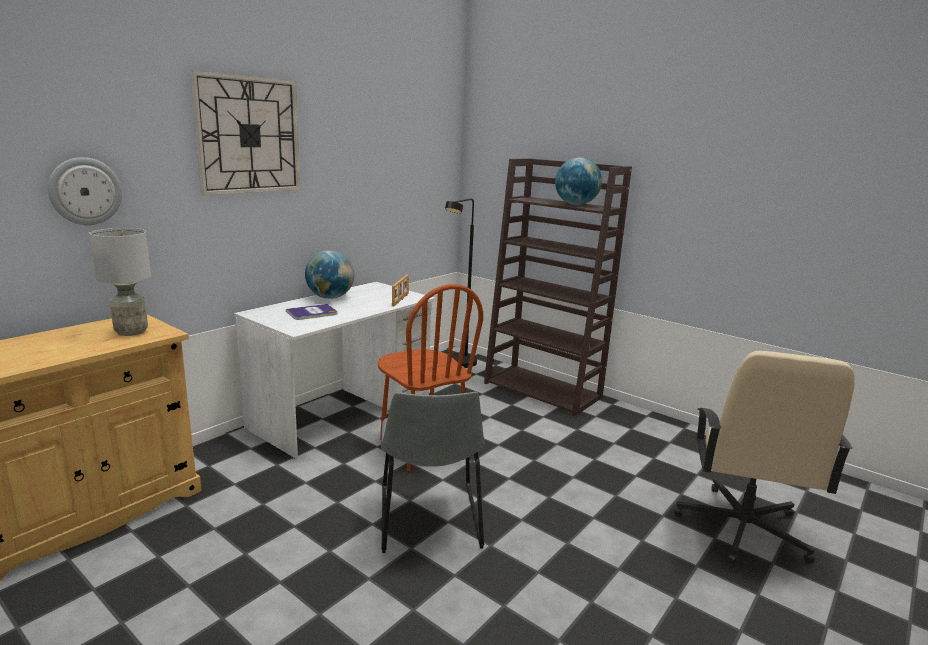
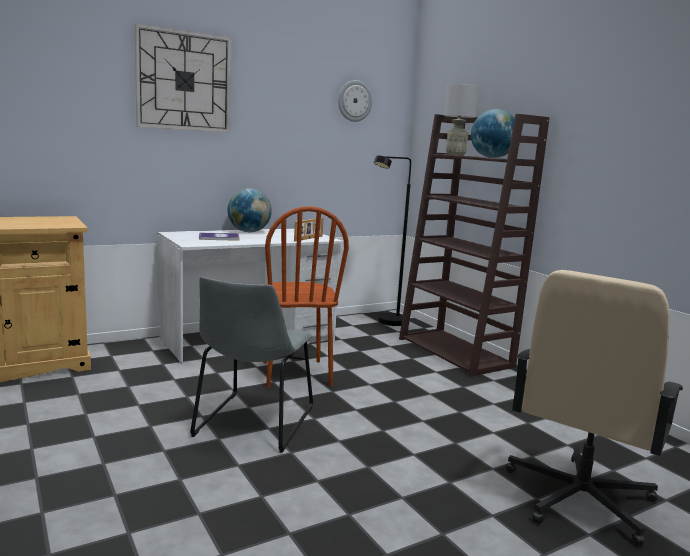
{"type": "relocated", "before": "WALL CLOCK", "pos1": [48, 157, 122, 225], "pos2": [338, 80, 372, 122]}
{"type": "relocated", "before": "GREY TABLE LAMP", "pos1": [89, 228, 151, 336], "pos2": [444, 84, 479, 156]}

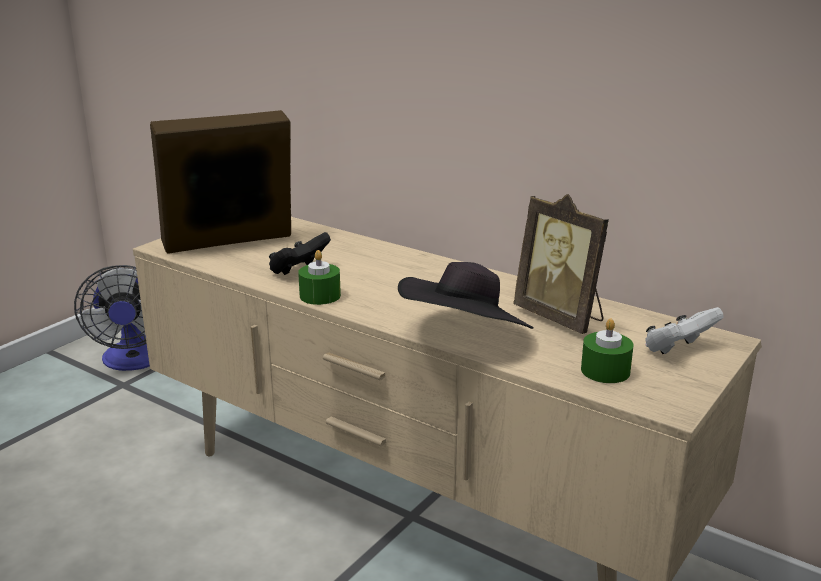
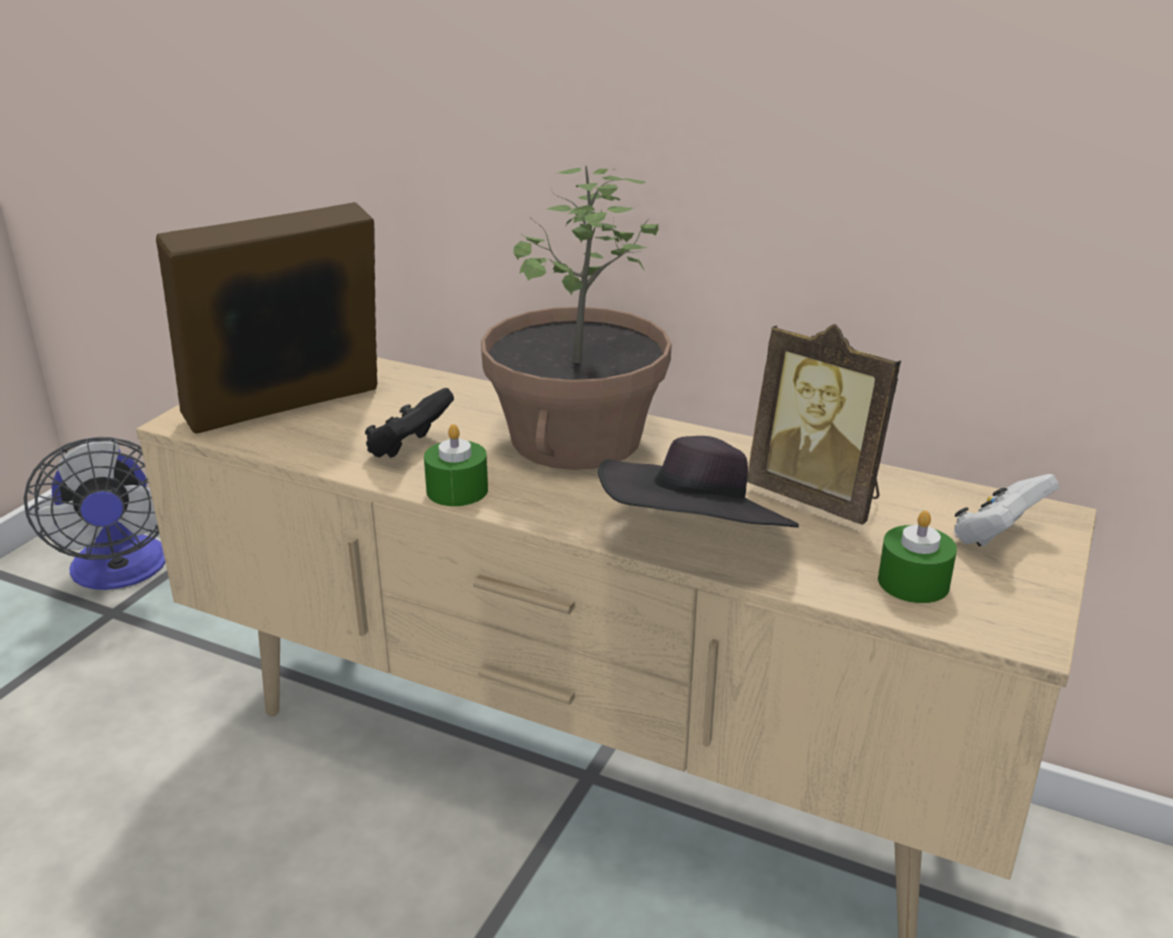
{"type": "appeared", "after": "POTTED PLANT", "pos2": [481, 166, 671, 470]}

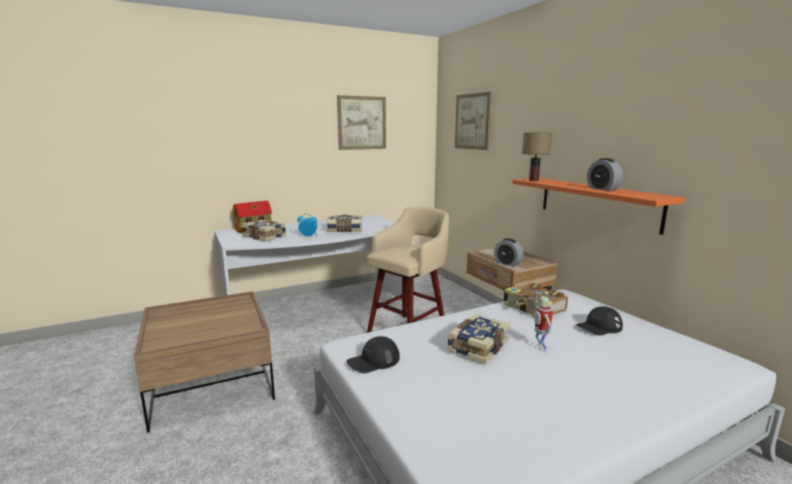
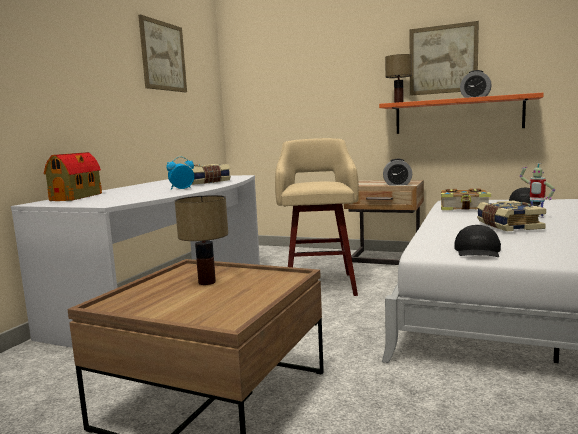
{"type": "missing", "before": "BOOK", "pos1": [241, 220, 287, 241]}
{"type": "appeared", "after": "TABLE LAMP", "pos2": [175, 195, 228, 285]}
{"type": "relocated", "before": "PICTURE", "pos1": [455, 92, 492, 150], "pos2": [410, 21, 479, 96]}

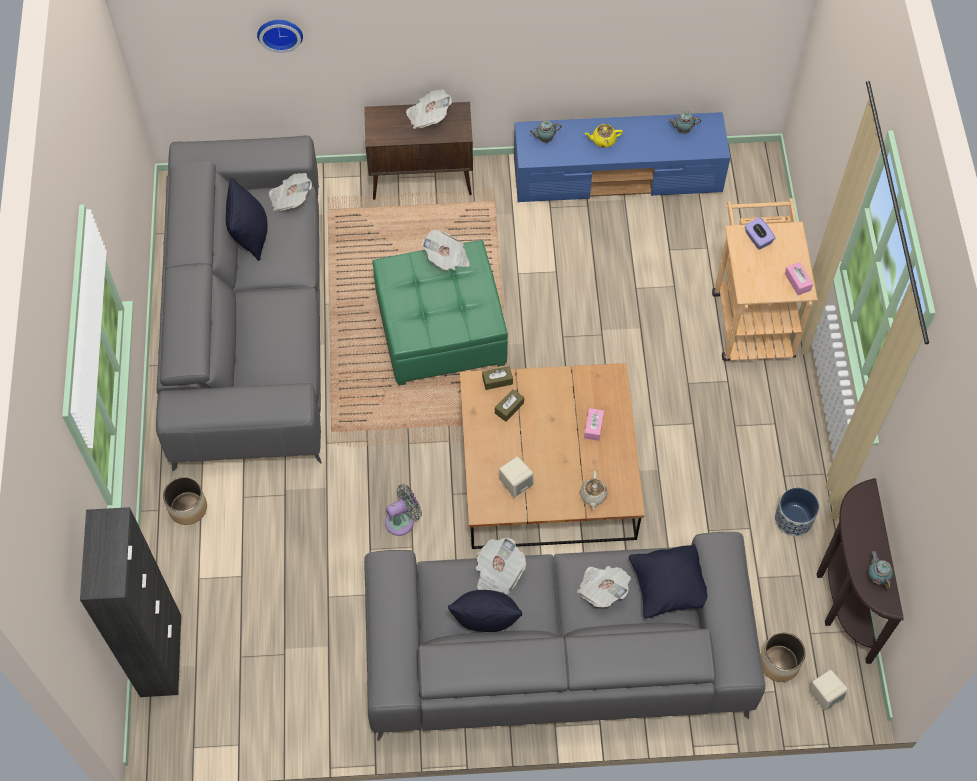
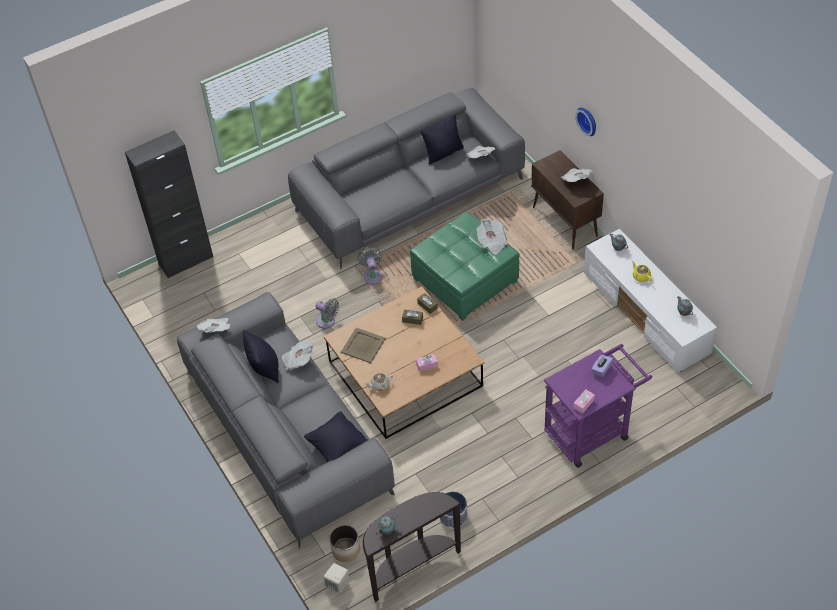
{"type": "missing", "before": "PLANTER", "pos1": [163, 477, 207, 525]}
{"type": "appeared", "after": "GREY FAN", "pos2": [358, 247, 382, 284]}
{"type": "relocated", "before": "WALL CLOCK", "pos1": [257, 20, 303, 53], "pos2": [575, 108, 596, 136]}
{"type": "relocated", "before": "NEWSPAPER", "pos1": [577, 566, 631, 607], "pos2": [197, 318, 230, 332]}
{"type": "exchanged", "before": "BEIGE SPEAKER", "after": "BEIGE TRAY", "pos1": [499, 456, 534, 497], "pos2": [341, 328, 386, 363]}
{"type": "colour", "before": "BLUE TV STAND", "after": "WHITE TV STAND", "pos1": [514, 112, 730, 202], "pos2": [584, 229, 717, 373]}
{"type": "colour", "before": "BEIGE CART", "after": "PURPLE CART", "pos1": [712, 198, 818, 361], "pos2": [544, 344, 652, 468]}

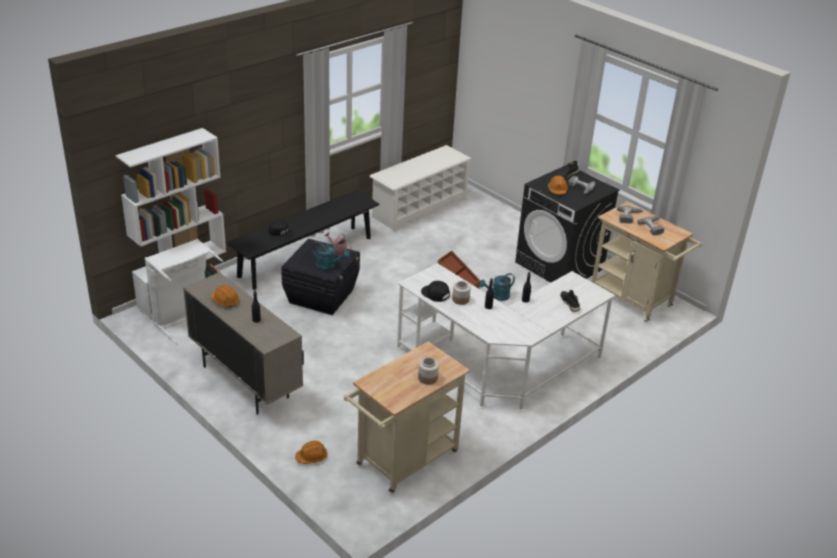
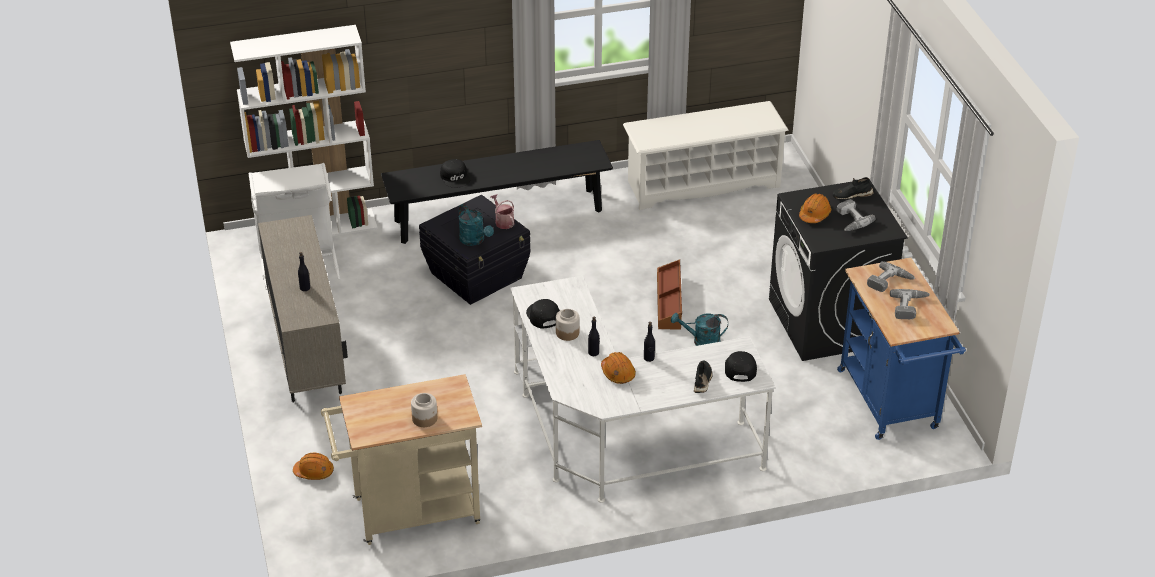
{"type": "appeared", "after": "BLACK CAP", "pos2": [725, 351, 757, 382]}
{"type": "relocated", "before": "ORANGE HARD HAT", "pos1": [211, 285, 240, 307], "pos2": [601, 352, 636, 384]}
{"type": "colour", "before": "BEIGE CART", "after": "BLUE CART", "pos1": [592, 202, 702, 322], "pos2": [837, 258, 966, 440]}

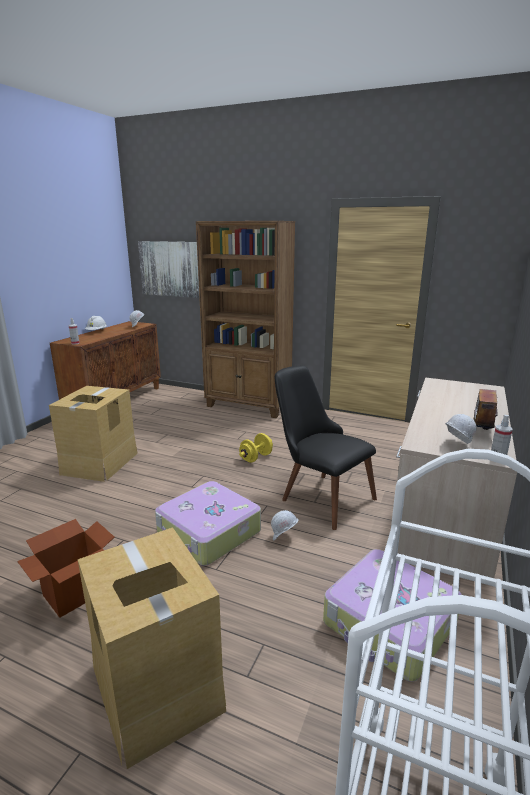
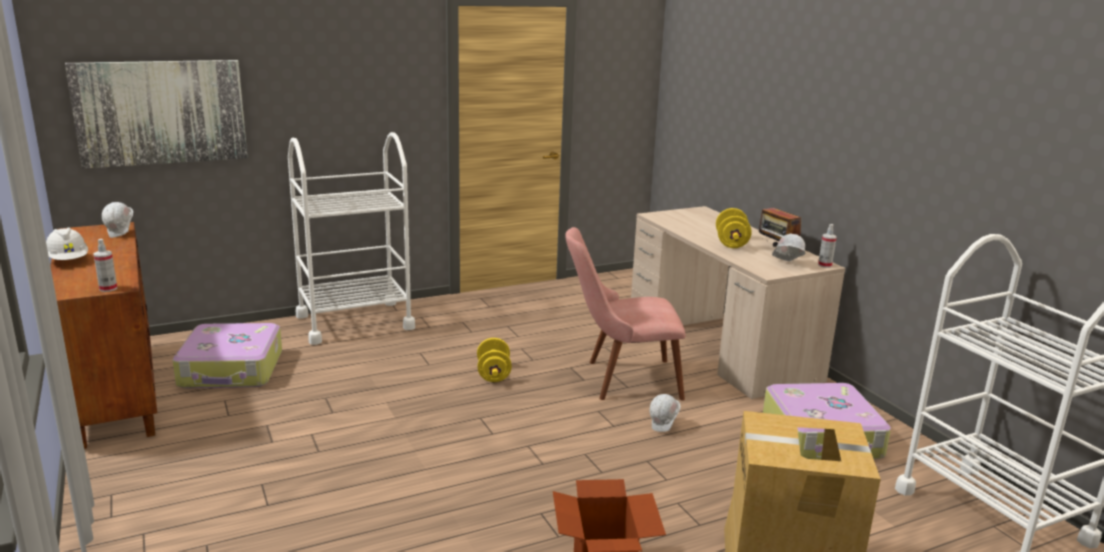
{"type": "missing", "before": "CARDBOARD BOX", "pos1": [49, 386, 137, 482]}
{"type": "appeared", "after": "YELLOW DUMBBELL", "pos2": [716, 208, 752, 248]}
{"type": "relocated", "before": "SUITCASE", "pos1": [155, 481, 261, 566], "pos2": [173, 323, 282, 389]}
{"type": "exchanged", "before": "BROWN BOOKCASE", "after": "WHITE CART", "pos1": [196, 221, 295, 418], "pos2": [288, 132, 415, 345]}
{"type": "colour", "before": "BLACK CHAIR", "after": "PINK CHAIR", "pos1": [274, 366, 377, 530], "pos2": [565, 227, 685, 401]}

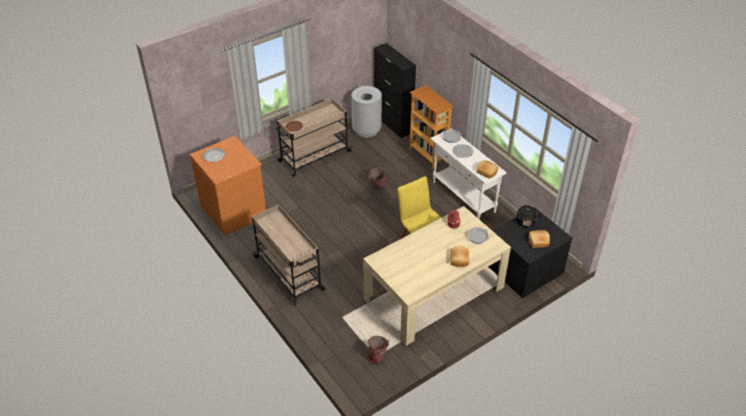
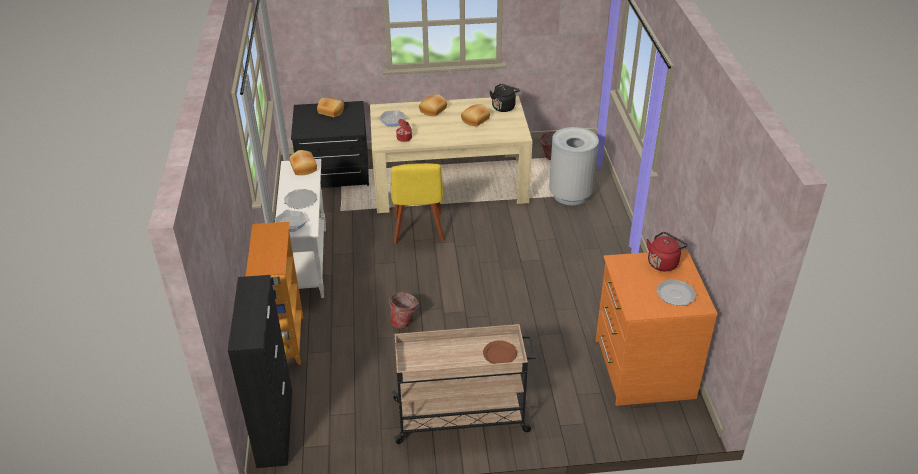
{"type": "missing", "before": "BEIGE CART", "pos1": [252, 204, 325, 306]}
{"type": "appeared", "after": "BREAD", "pos2": [461, 104, 490, 126]}
{"type": "appeared", "after": "RED KETTLE", "pos2": [647, 232, 688, 271]}
{"type": "relocated", "before": "GREY TRASH CAN", "pos1": [351, 86, 382, 138], "pos2": [549, 127, 599, 205]}
{"type": "relocated", "before": "BLACK KETTLE", "pos1": [516, 205, 541, 227], "pos2": [489, 84, 520, 112]}

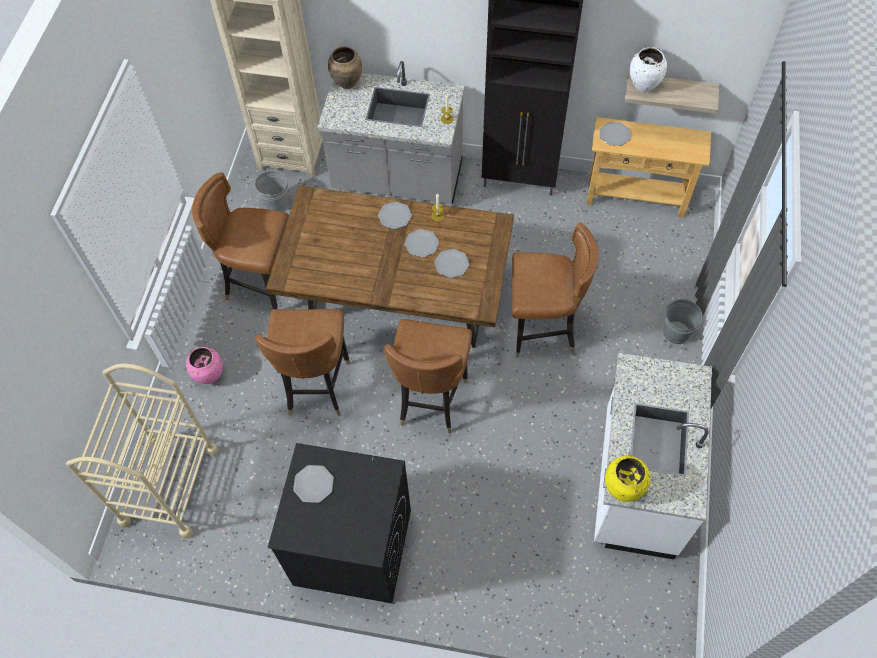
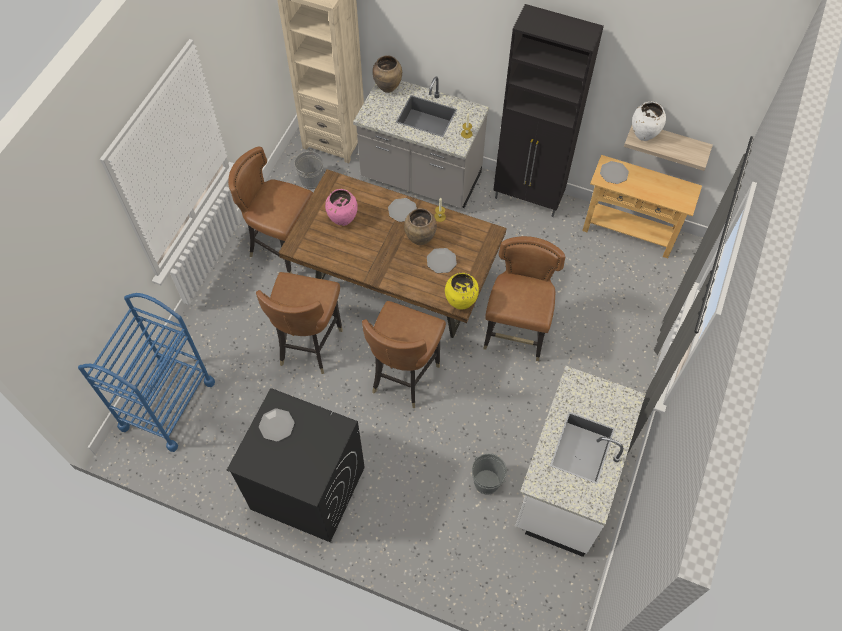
{"type": "relocated", "before": "PINK VASE", "pos1": [186, 347, 223, 384], "pos2": [325, 189, 358, 226]}
{"type": "relocated", "before": "YELLOW VASE", "pos1": [605, 456, 650, 502], "pos2": [445, 273, 479, 310]}
{"type": "relocated", "before": "GREY BUCKET", "pos1": [663, 299, 704, 344], "pos2": [472, 453, 507, 495]}
{"type": "exchanged", "before": "PLATE", "after": "BROWN VASE", "pos1": [405, 229, 439, 258], "pos2": [404, 208, 437, 245]}
{"type": "colour", "before": "BEIGE CART", "after": "BLUE CART", "pos1": [66, 364, 219, 539], "pos2": [78, 293, 215, 452]}
{"type": "spun", "before": "BROWN CHAIR", "pos1": [512, 223, 599, 358], "pos2": [483, 236, 565, 361], "turn": -90}

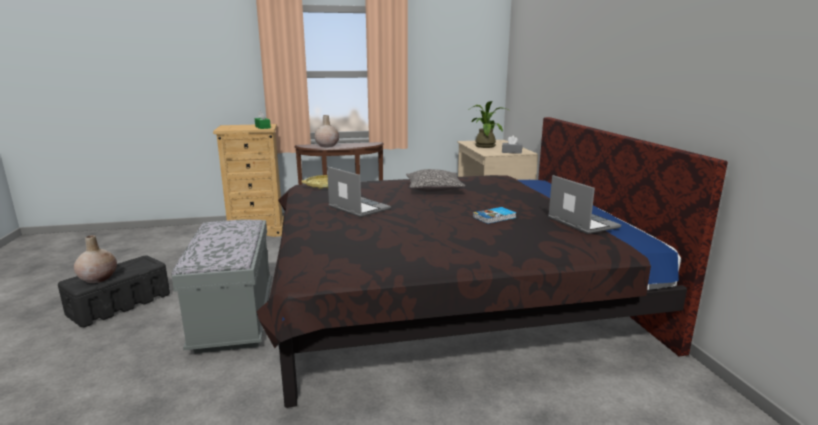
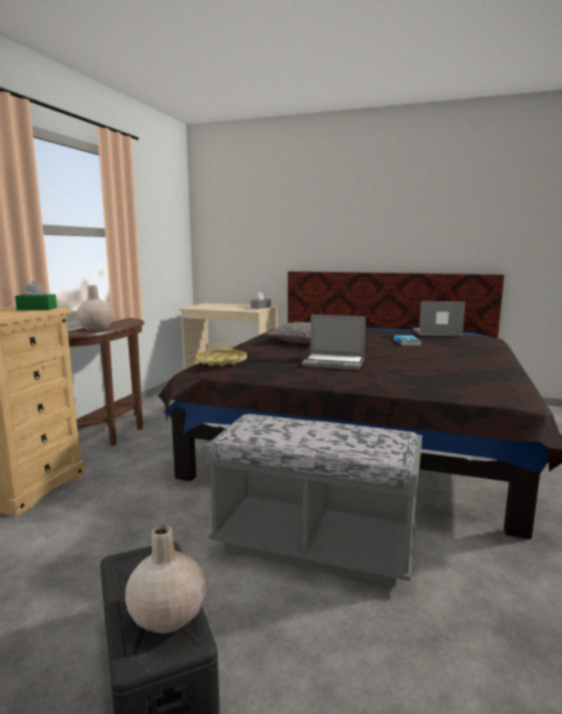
{"type": "missing", "before": "POTTED PLANT", "pos1": [468, 101, 506, 148]}
{"type": "spun", "before": "LAPTOP", "pos1": [327, 166, 391, 217], "pos2": [301, 314, 366, 370], "turn": -150}

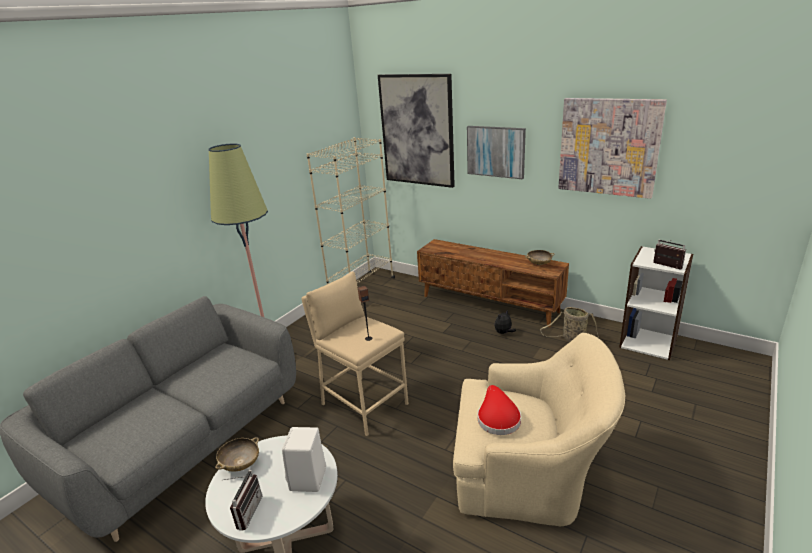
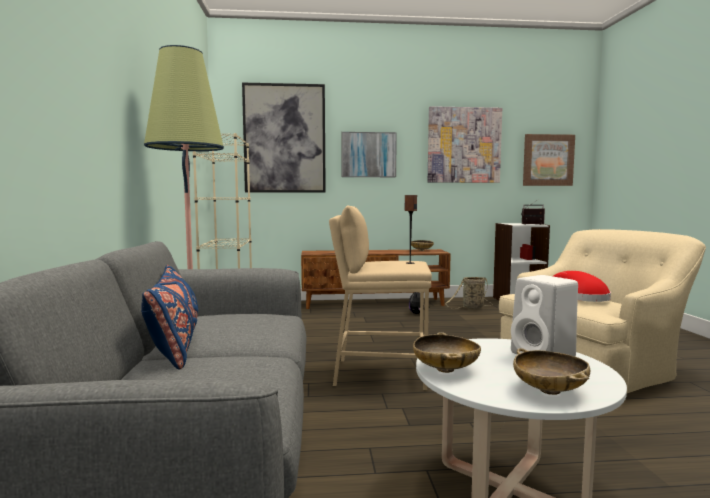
{"type": "appeared", "after": "BLUE PILLOW", "pos2": [141, 265, 198, 369]}
{"type": "appeared", "after": "PICTURE", "pos2": [523, 134, 575, 186]}
{"type": "exchanged", "before": "RADIO", "after": "BEIGE BOWL", "pos1": [224, 470, 262, 531], "pos2": [513, 348, 590, 395]}

